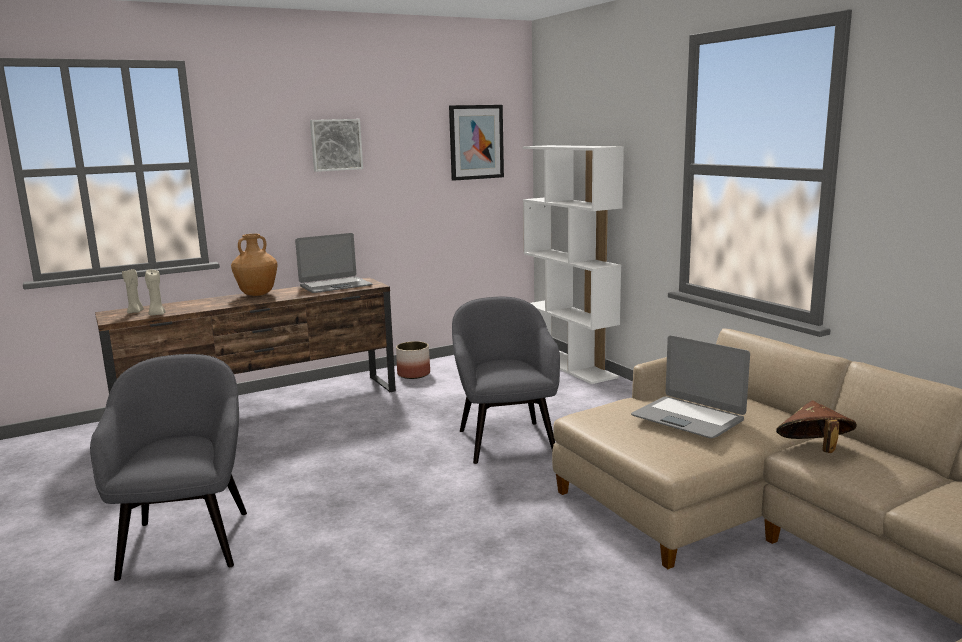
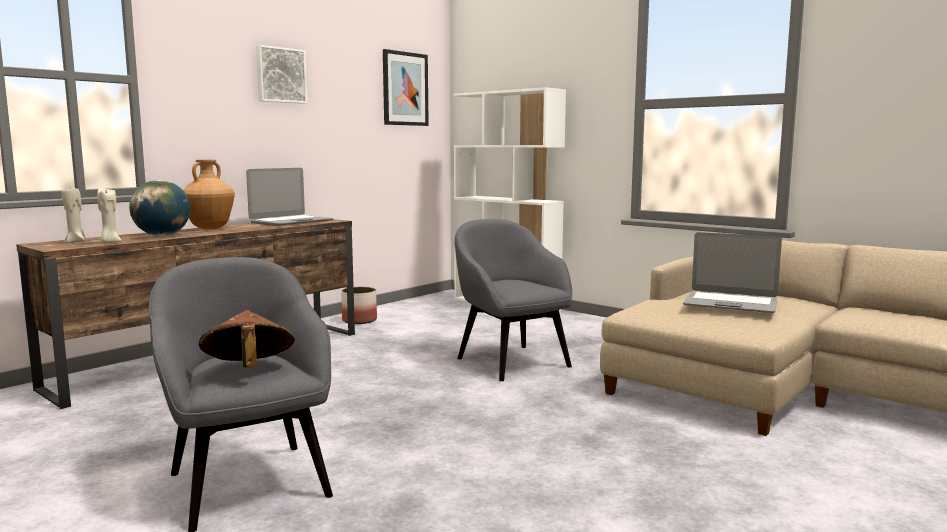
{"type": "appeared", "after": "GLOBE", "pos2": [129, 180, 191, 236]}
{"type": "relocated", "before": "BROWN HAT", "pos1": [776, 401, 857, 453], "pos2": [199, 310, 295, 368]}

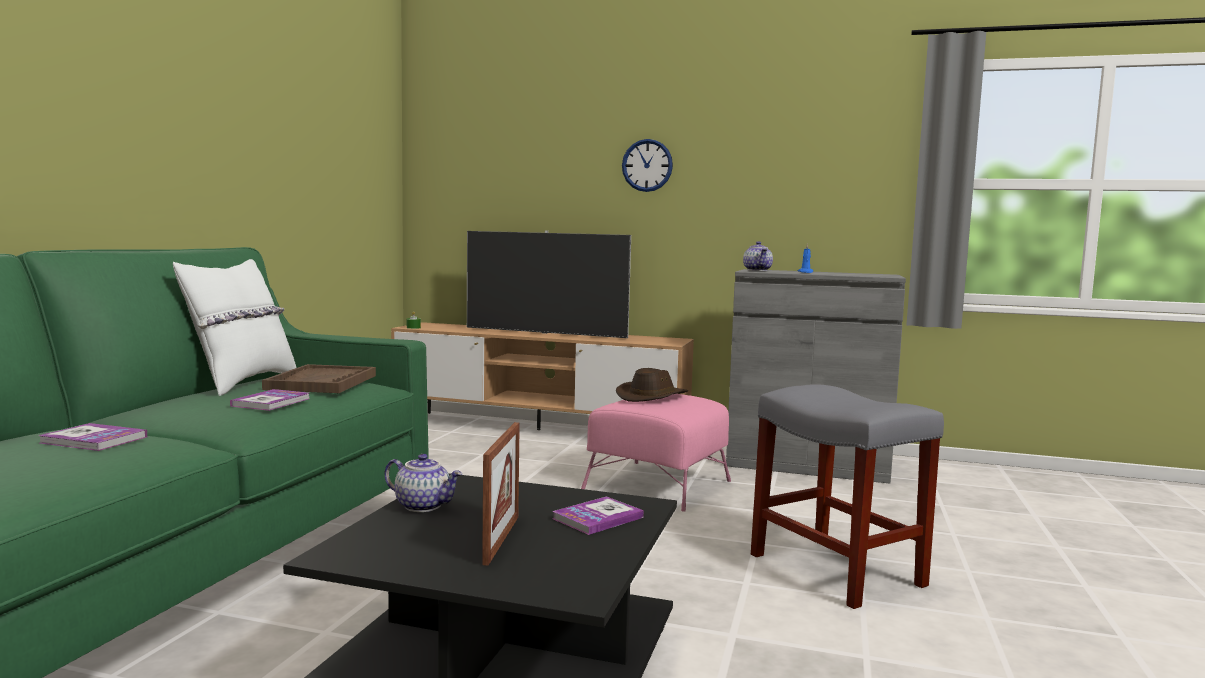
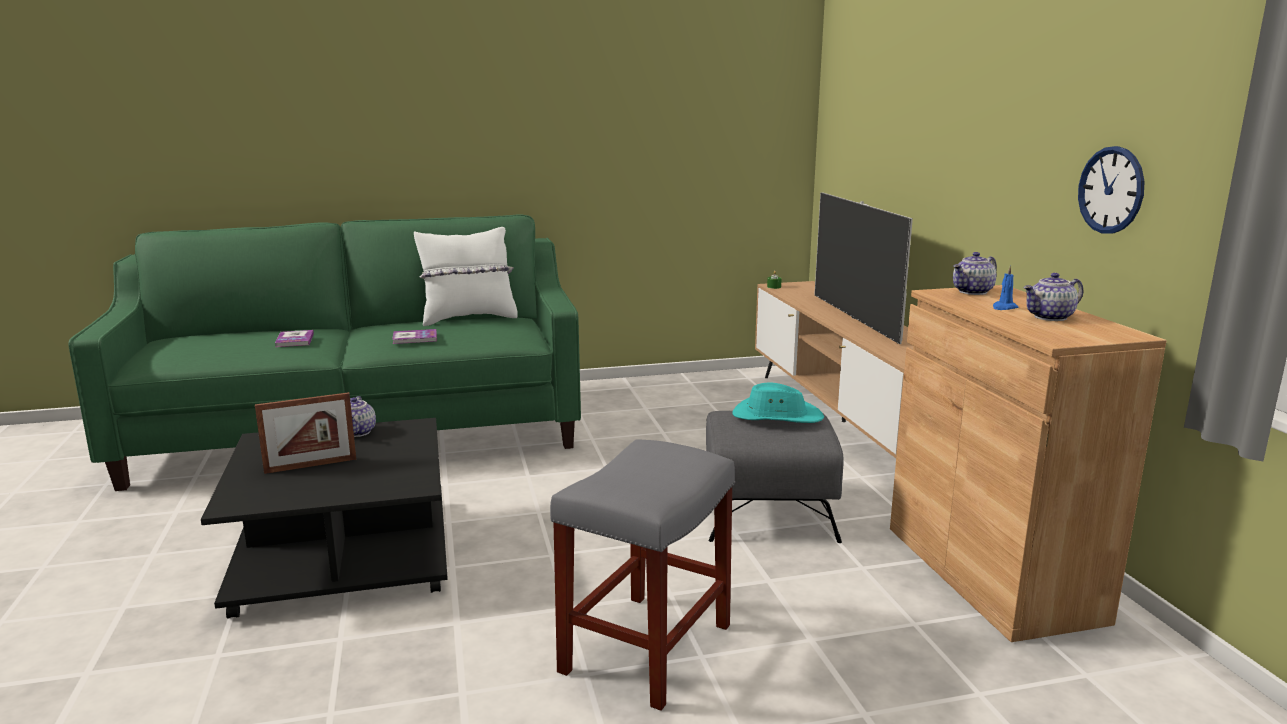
{"type": "missing", "before": "BROWN TRAY", "pos1": [262, 364, 376, 393]}
{"type": "missing", "before": "BOOK", "pos1": [552, 496, 644, 535]}
{"type": "appeared", "after": "TEAPOT", "pos2": [1023, 273, 1084, 321]}
{"type": "relocated", "before": "WALL CLOCK", "pos1": [622, 139, 673, 192], "pos2": [1078, 146, 1145, 234]}
{"type": "colour", "before": "PINK OTTOMAN", "after": "GREY OTTOMAN", "pos1": [581, 394, 731, 512], "pos2": [706, 411, 844, 543]}
{"type": "colour", "before": "BROWN HAT", "after": "TURQUOISE HAT", "pos1": [616, 368, 688, 402], "pos2": [732, 382, 824, 423]}
{"type": "colour", "before": "GREY CABINET", "after": "BROWN CABINET", "pos1": [726, 269, 906, 484], "pos2": [890, 285, 1167, 642]}

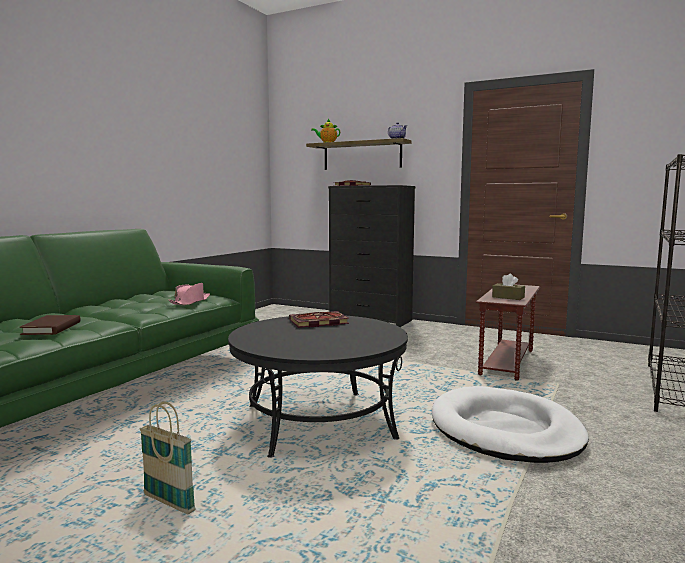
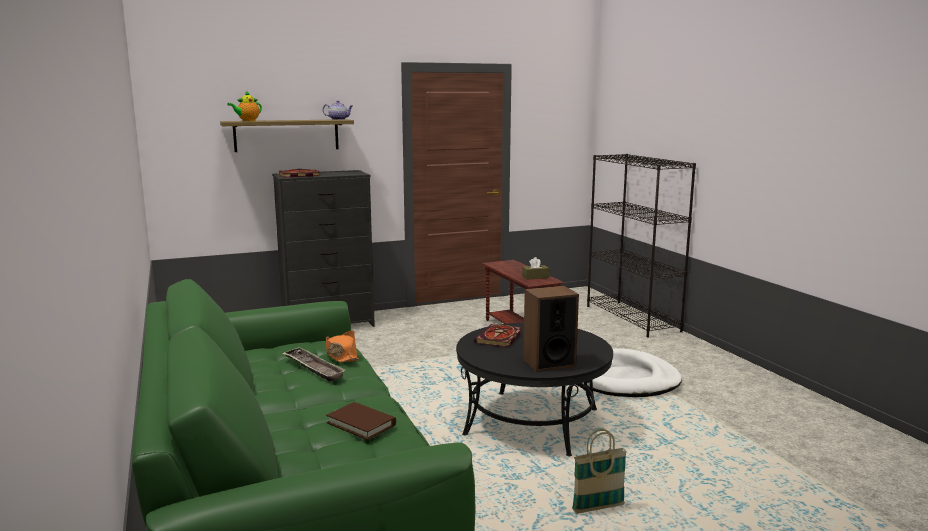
{"type": "appeared", "after": "TRAY", "pos2": [282, 347, 346, 382]}
{"type": "appeared", "after": "SPEAKER", "pos2": [523, 286, 579, 372]}
{"type": "colour", "before": "PINK HAT", "after": "ORANGE HAT", "pos1": [168, 283, 210, 305], "pos2": [326, 330, 359, 362]}

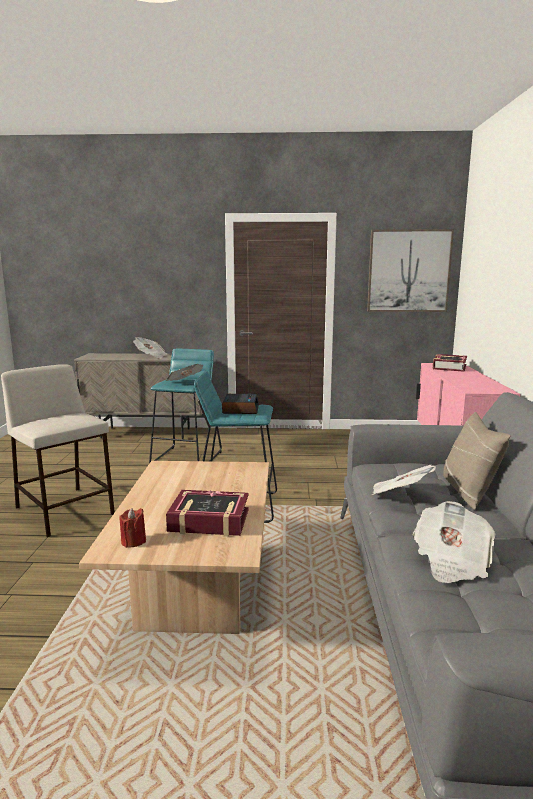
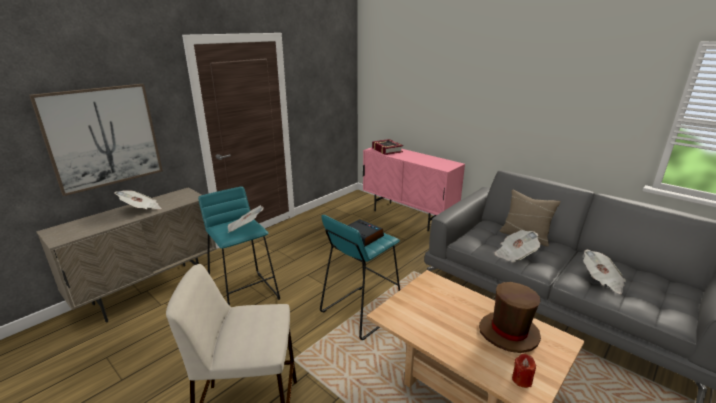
{"type": "relocated", "before": "PICTURE", "pos1": [367, 229, 454, 312], "pos2": [29, 84, 163, 196]}
{"type": "exchanged", "before": "BOOK", "after": "BROWN HAT", "pos1": [166, 490, 249, 537], "pos2": [479, 282, 541, 353]}

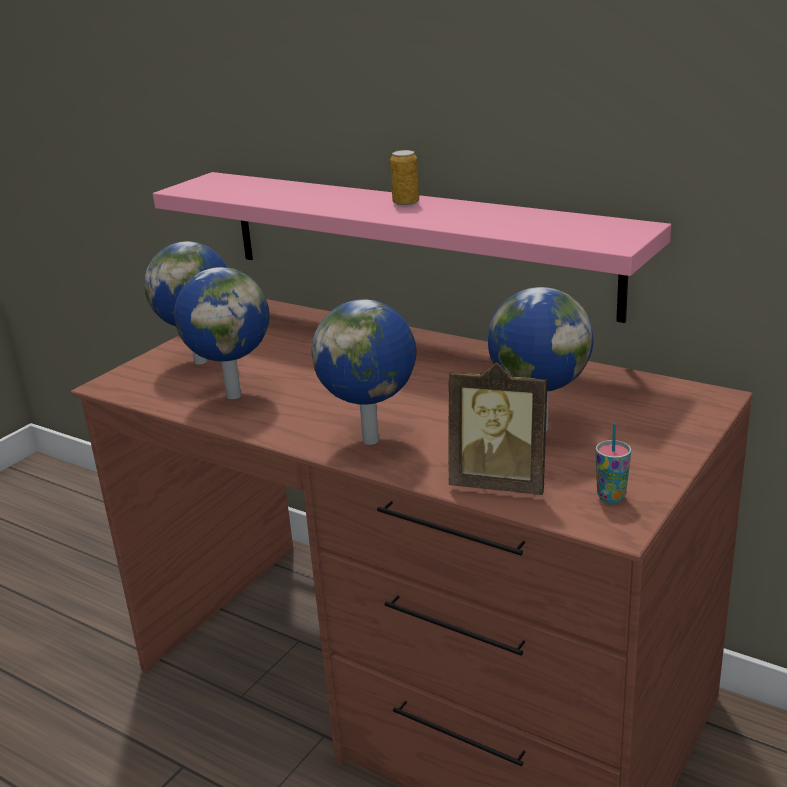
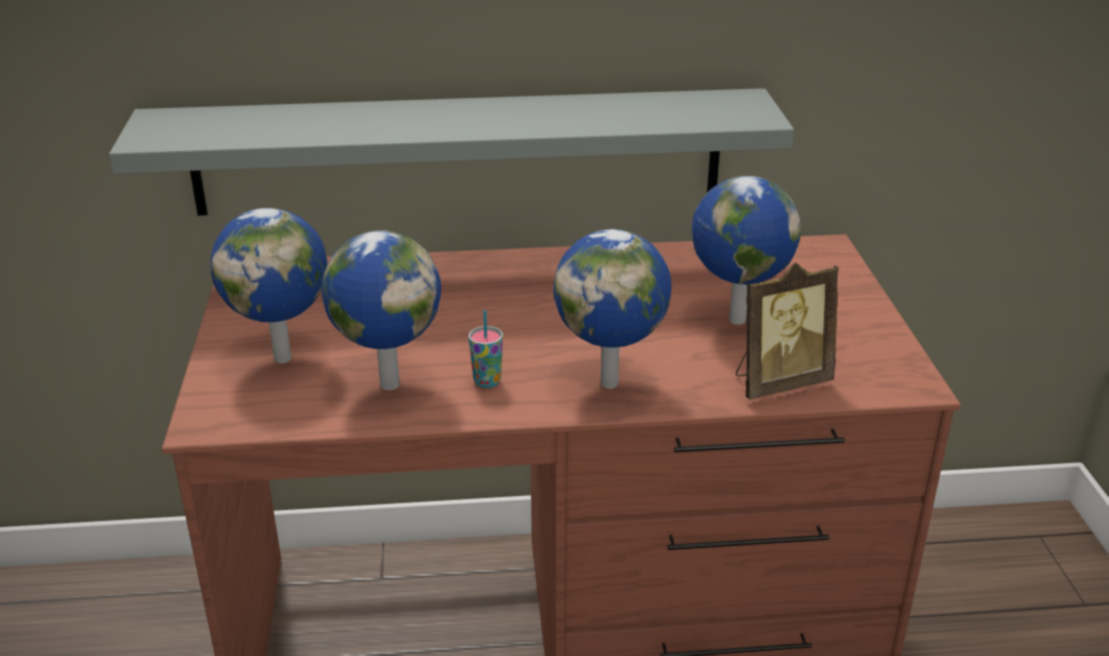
{"type": "missing", "before": "CAN", "pos1": [390, 150, 419, 206]}
{"type": "relocated", "before": "CUP", "pos1": [596, 423, 631, 503], "pos2": [469, 310, 503, 388]}
{"type": "colour", "before": "PINK SHELF", "after": "GREY SHELF", "pos1": [153, 172, 671, 323], "pos2": [109, 88, 794, 216]}

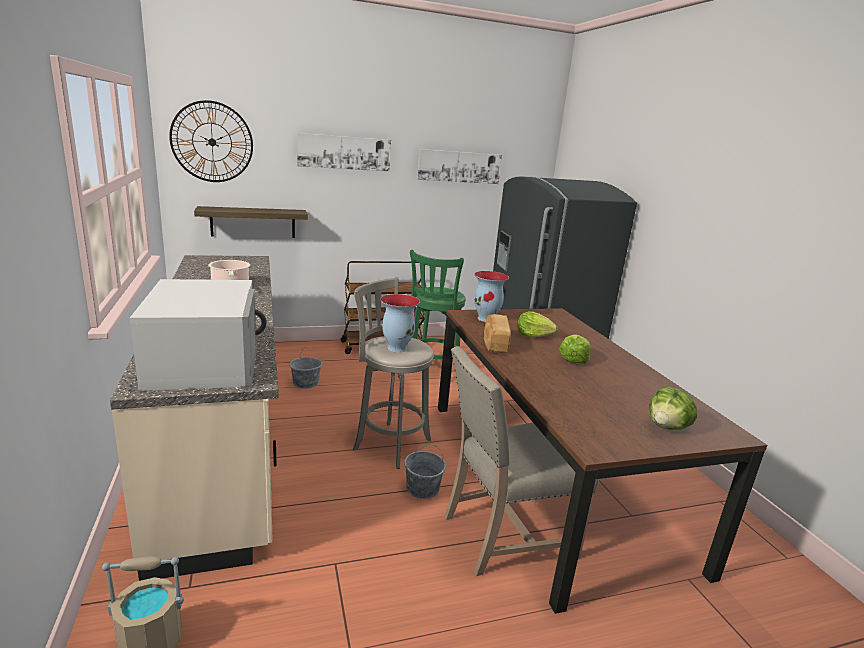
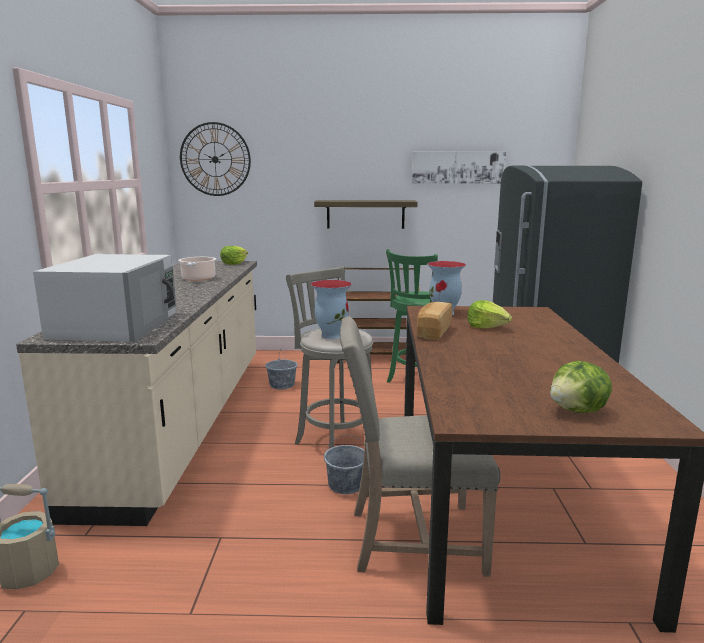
{"type": "missing", "before": "PICTURE", "pos1": [297, 133, 391, 172]}
{"type": "relocated", "before": "SHELF", "pos1": [194, 206, 308, 238], "pos2": [314, 200, 418, 229]}
{"type": "relocated", "before": "LETTUCE", "pos1": [559, 335, 590, 364], "pos2": [220, 246, 248, 265]}

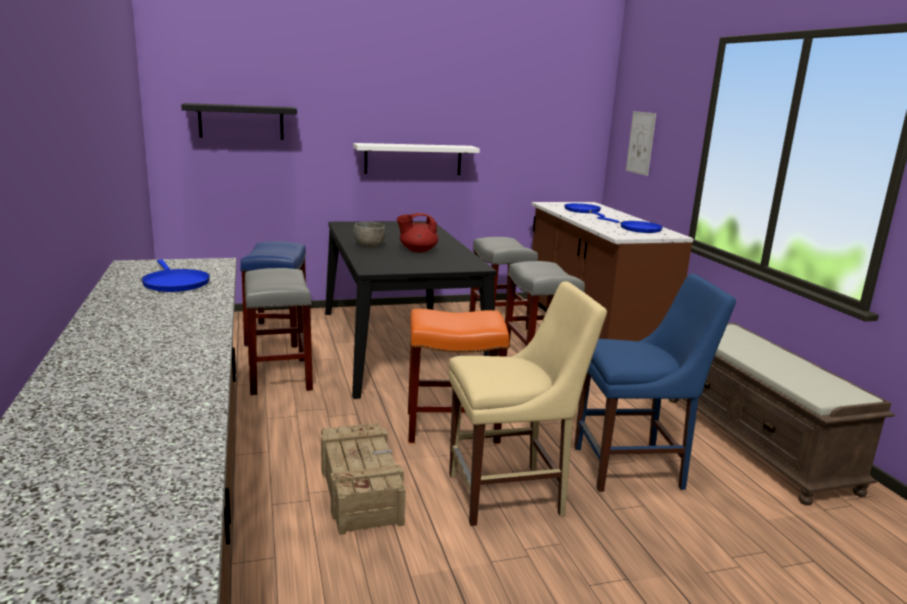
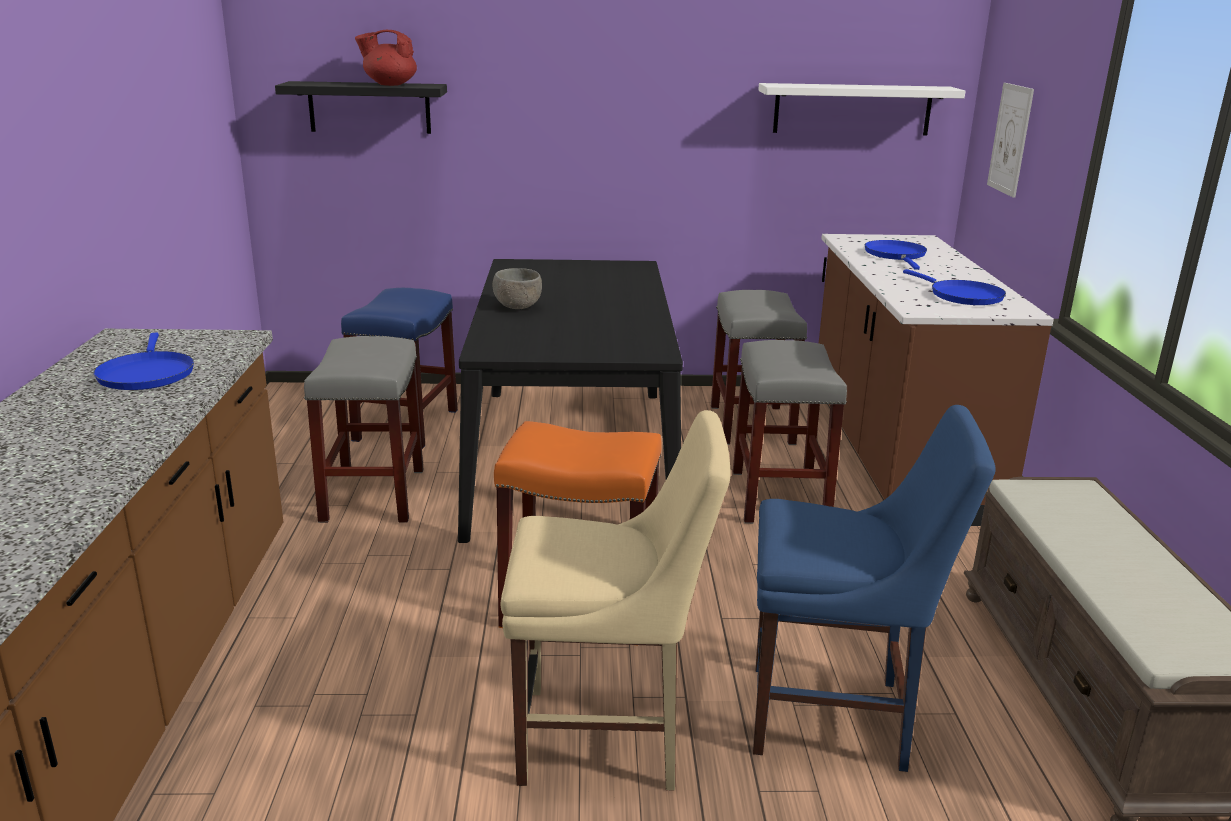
{"type": "missing", "before": "CRATE", "pos1": [321, 423, 406, 535]}
{"type": "relocated", "before": "WHITE SHELF", "pos1": [353, 143, 480, 175], "pos2": [758, 83, 966, 135]}
{"type": "relocated", "before": "RED TEAPOT", "pos1": [397, 213, 438, 253], "pos2": [355, 30, 417, 86]}

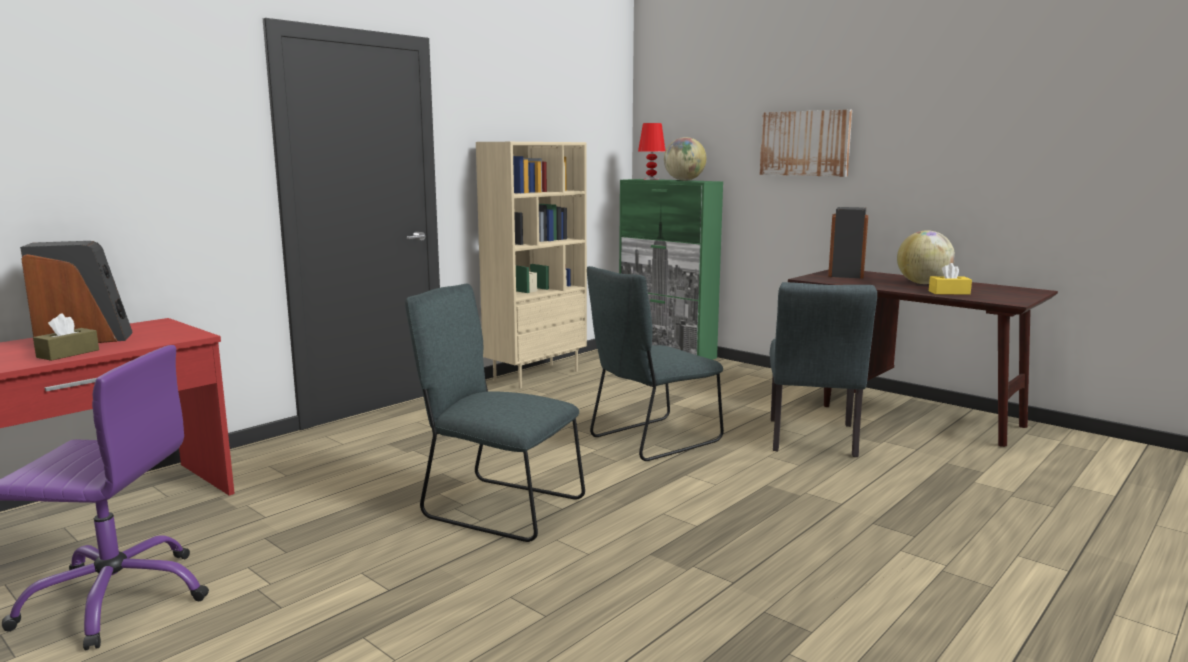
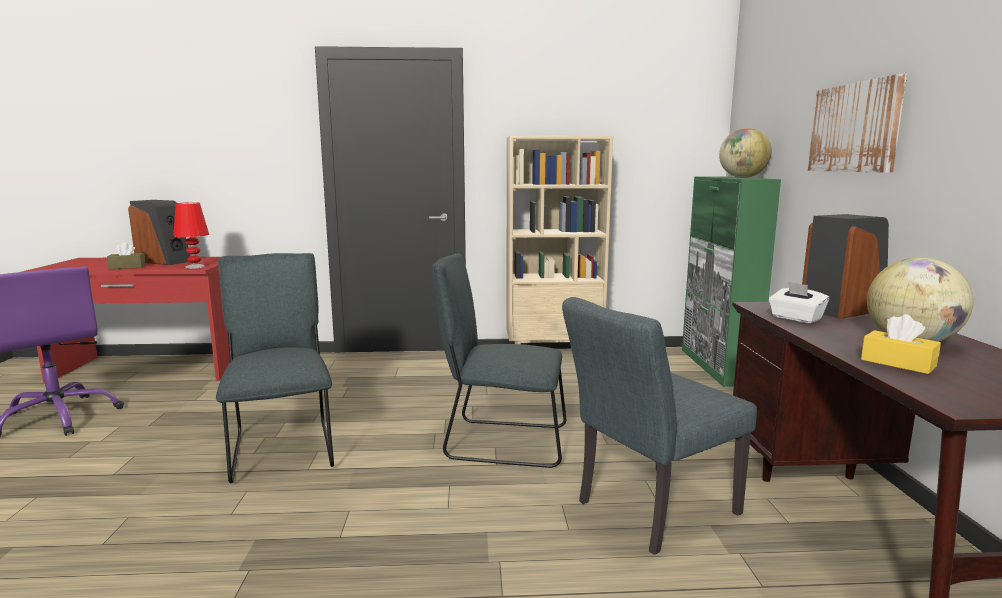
{"type": "appeared", "after": "WHITE TISSUE BOX", "pos2": [769, 282, 829, 323]}
{"type": "relocated", "before": "RED TABLE LAMP", "pos1": [638, 123, 666, 180], "pos2": [174, 202, 209, 269]}

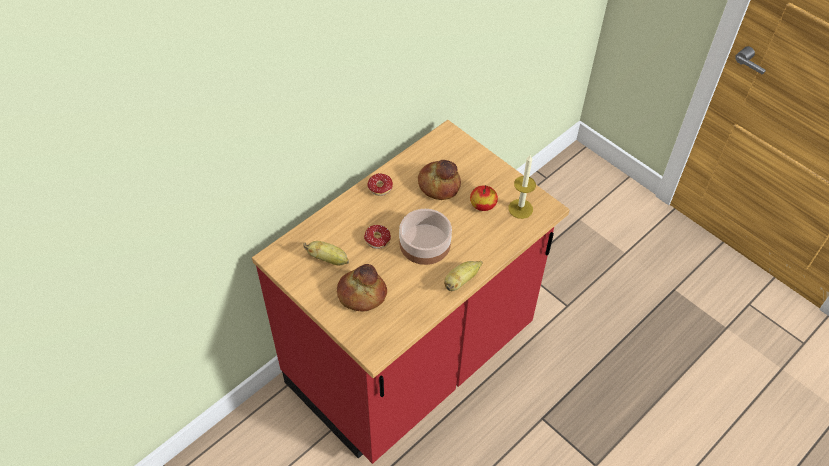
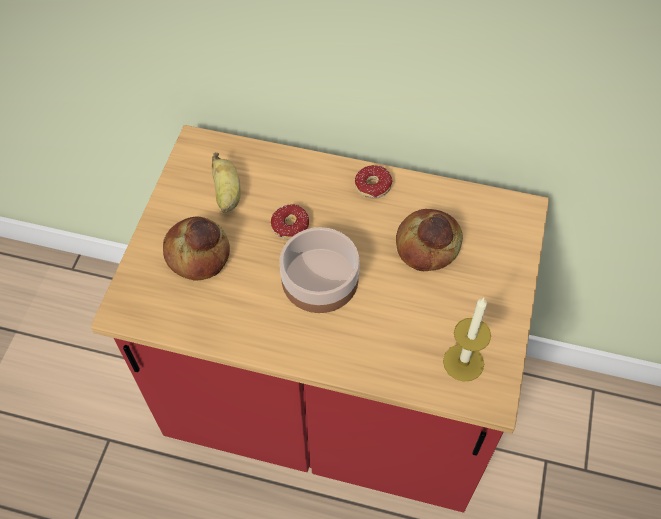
{"type": "missing", "before": "BANANA", "pos1": [444, 261, 482, 291]}
{"type": "missing", "before": "APPLE", "pos1": [470, 185, 498, 211]}

